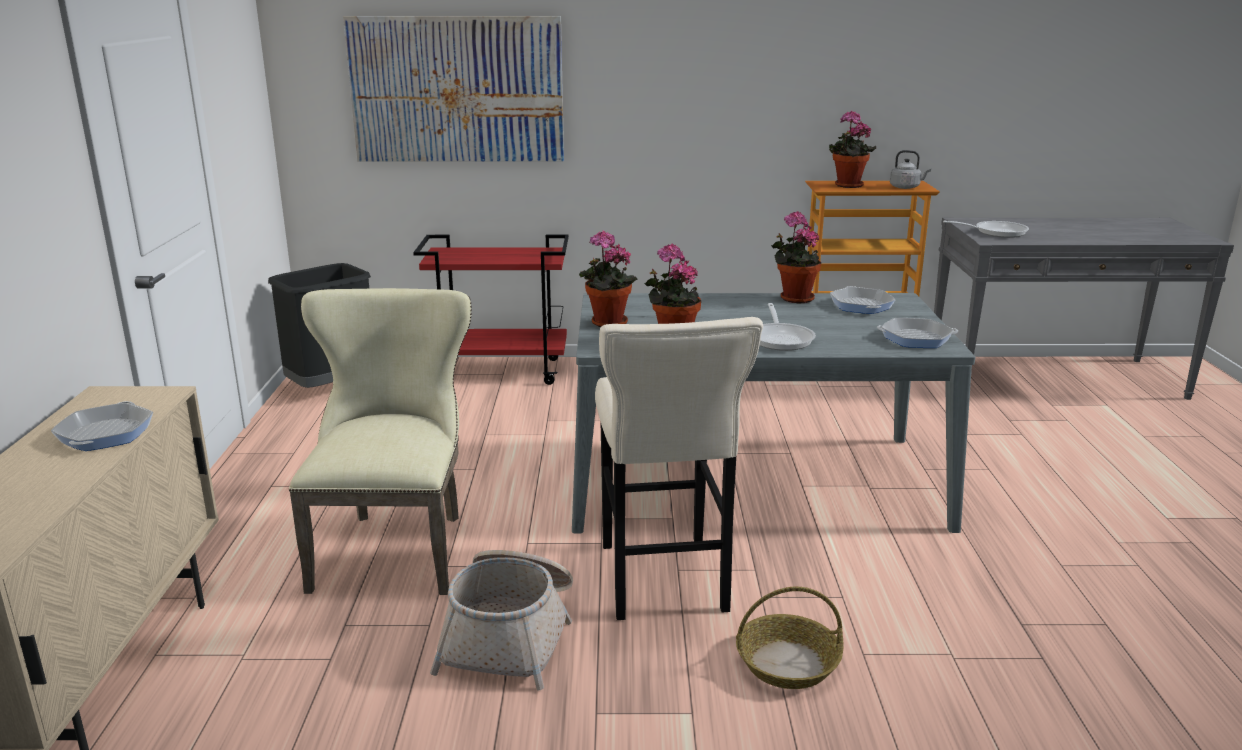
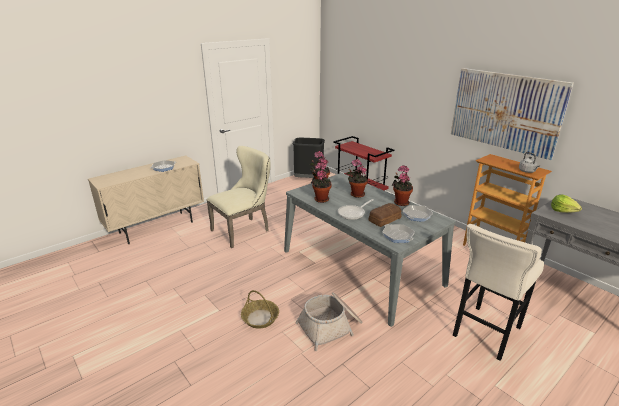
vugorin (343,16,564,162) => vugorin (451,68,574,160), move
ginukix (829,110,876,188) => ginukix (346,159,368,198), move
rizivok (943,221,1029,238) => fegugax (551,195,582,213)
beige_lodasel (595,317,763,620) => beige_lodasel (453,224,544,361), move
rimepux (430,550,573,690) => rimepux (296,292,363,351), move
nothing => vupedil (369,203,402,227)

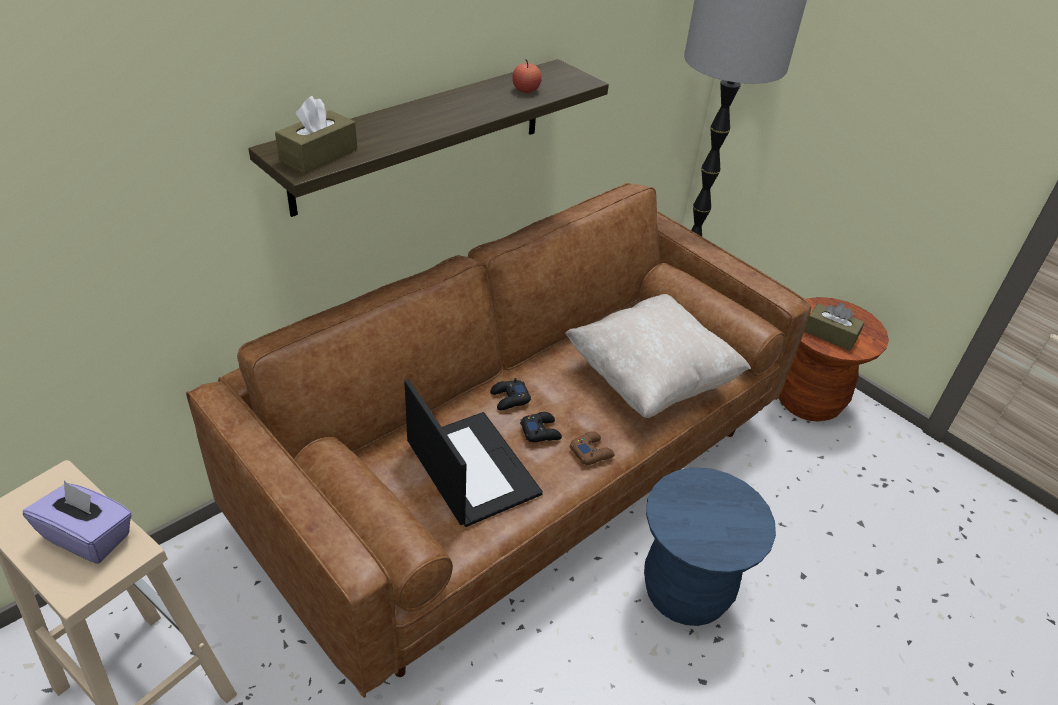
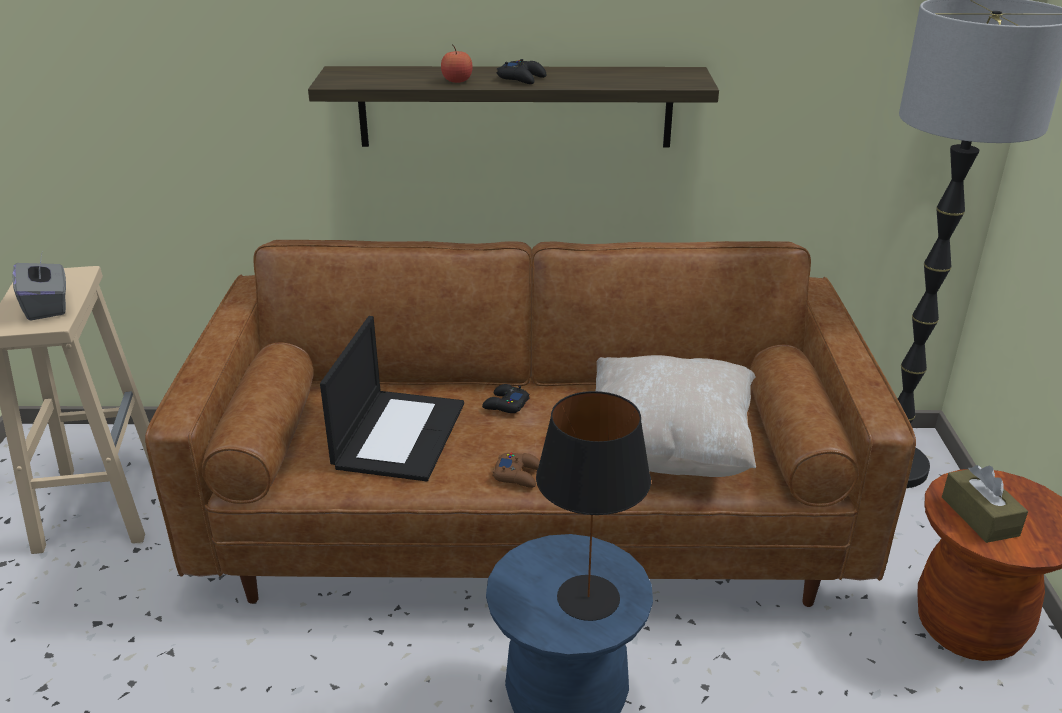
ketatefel (512,59,542,93) => ketatefel (441,44,473,83), move
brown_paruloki (275,96,357,174) => nothing
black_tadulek (520,412,562,442) => black_tadulek (497,59,546,84), move
purple_paruloki (23,481,132,564) => grey_paruloki (13,250,66,321)
nothing => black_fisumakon (536,391,651,621)

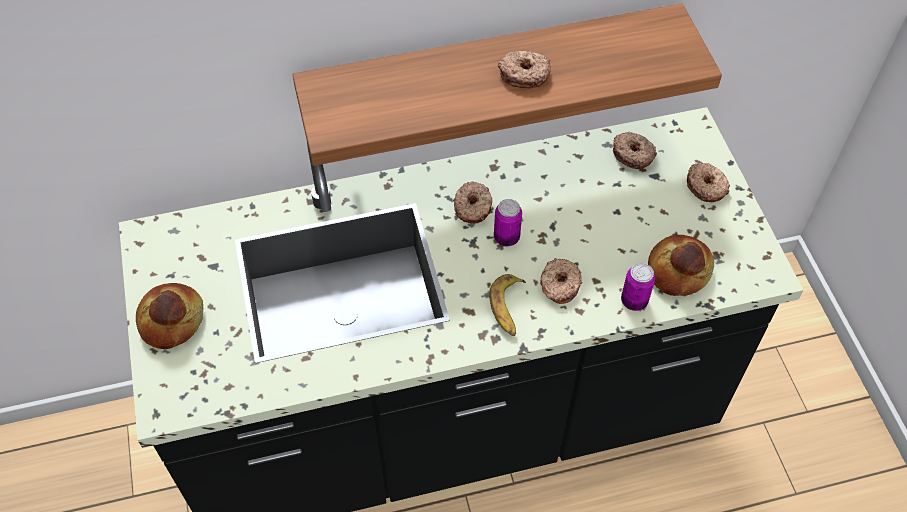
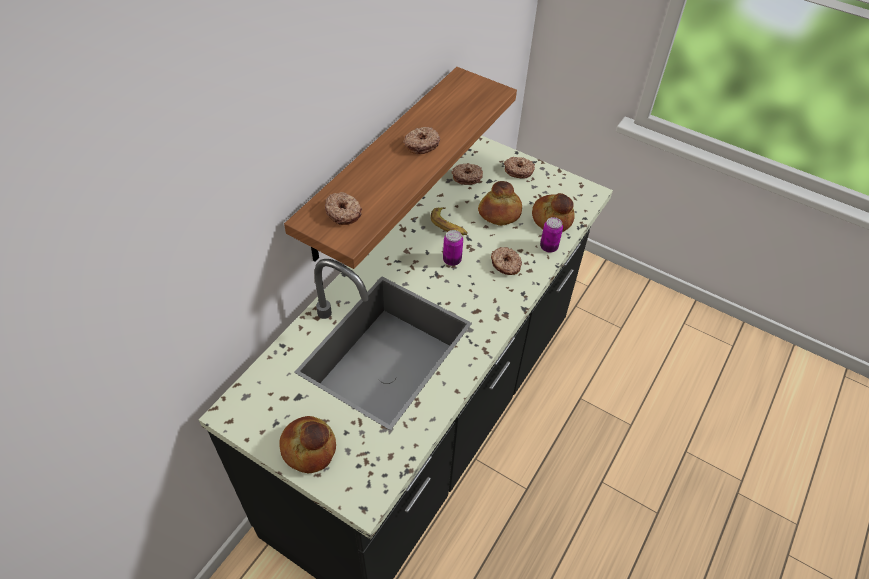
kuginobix (453,181,492,224) => kuginobix (325,192,362,225), move
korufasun (489,274,526,336) => korufasun (431,207,468,235), move
nothing => vupedil (478,181,522,226)

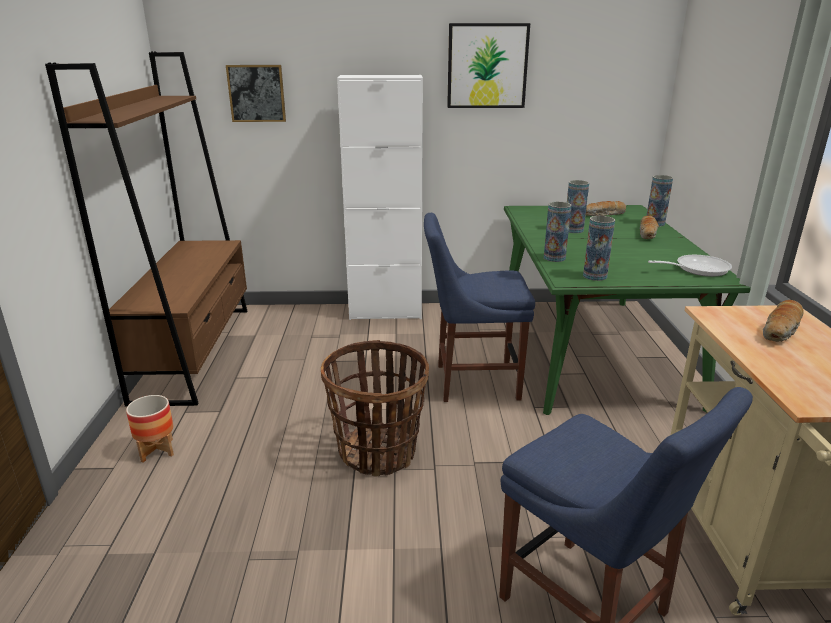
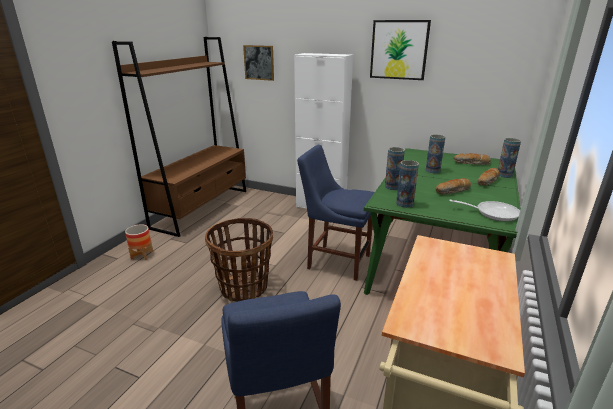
vupedil (763,300,804,342) => vupedil (435,178,471,195), move

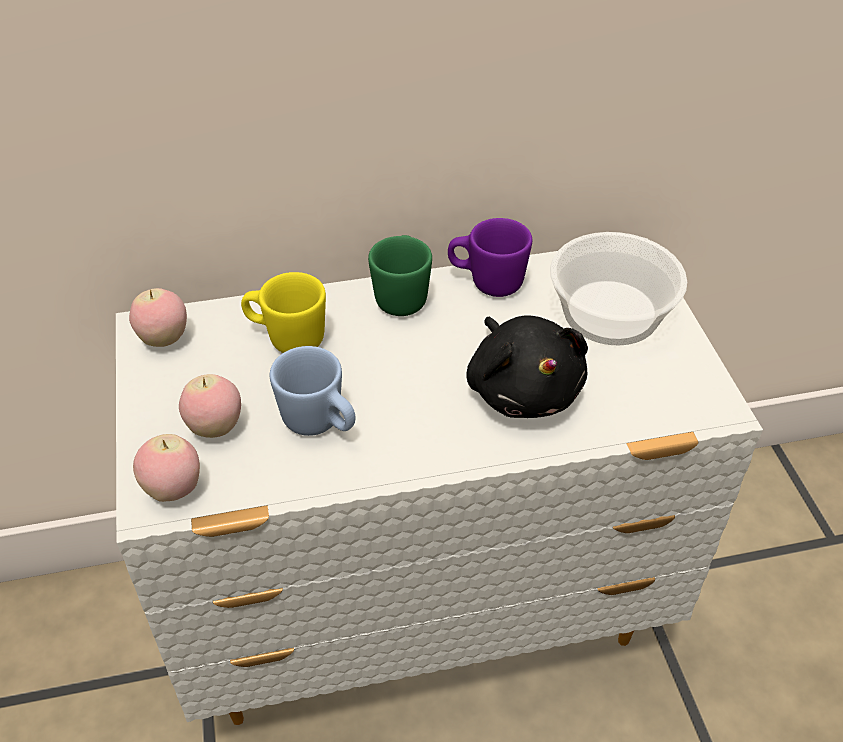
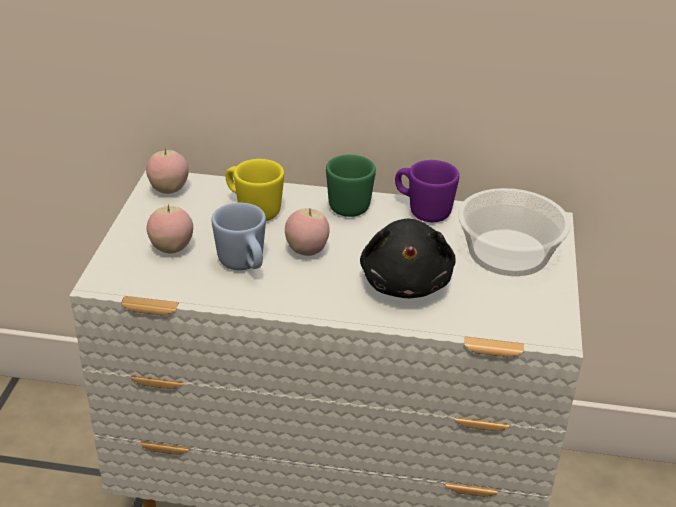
ketatefel (133,434,200,502) => ketatefel (285,208,330,256), move

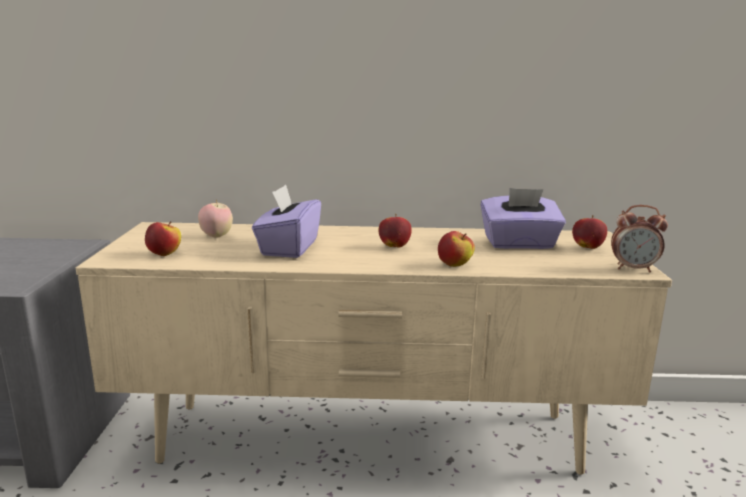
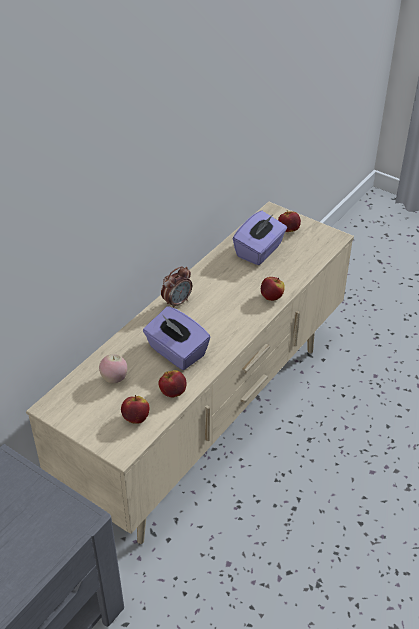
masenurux (611,205,668,272) => masenurux (161,266,192,308), move
ketatefel (378,214,412,247) => ketatefel (158,370,187,398), move

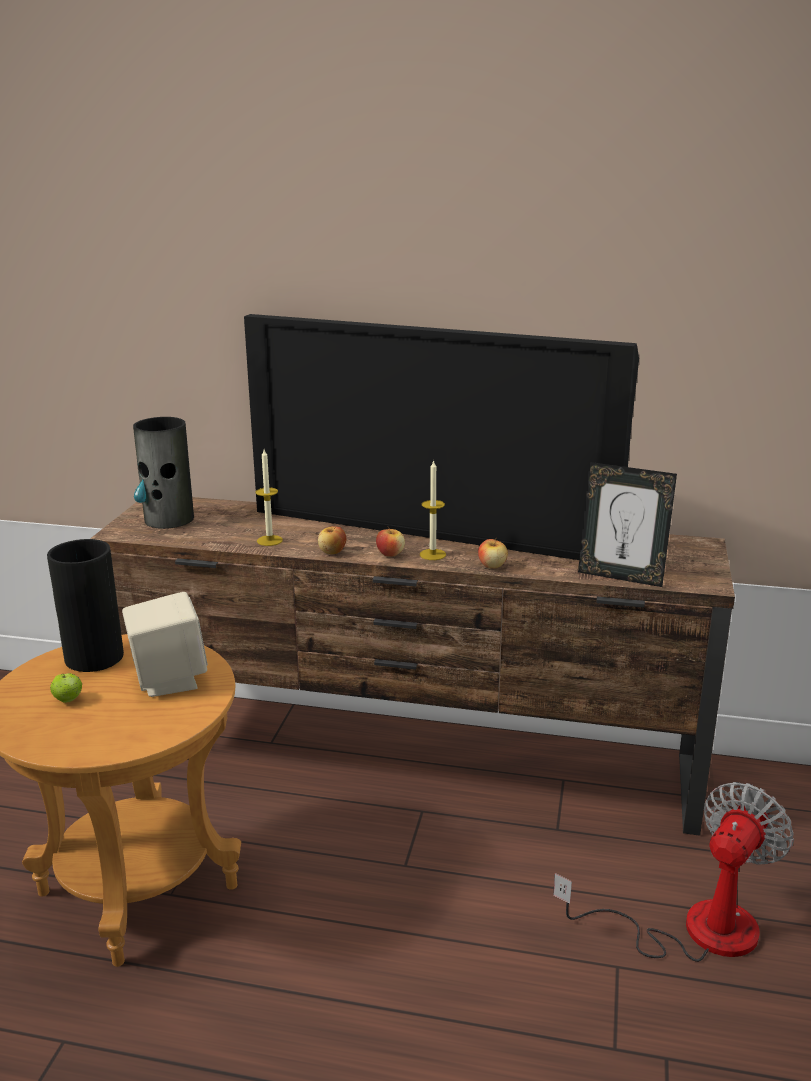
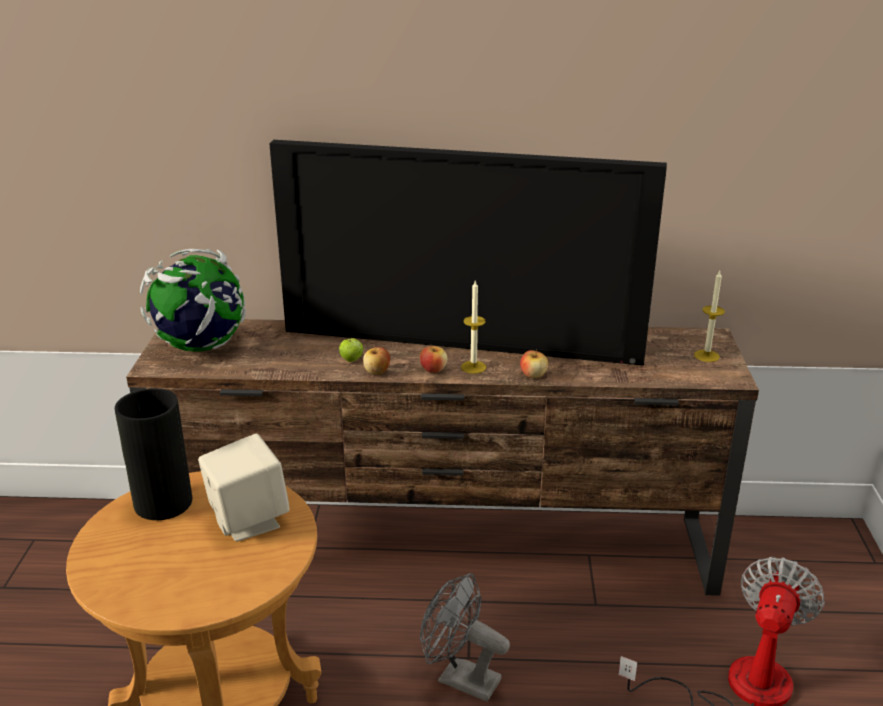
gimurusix (133,417,194,529) => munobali (140,249,246,352)
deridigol (255,450,283,546) => deridigol (694,271,725,362), move
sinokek (578,462,677,587) => nothing
ketatefel (50,673,82,703) => ketatefel (339,338,363,362), move
nothing => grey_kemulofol (420,573,510,702)

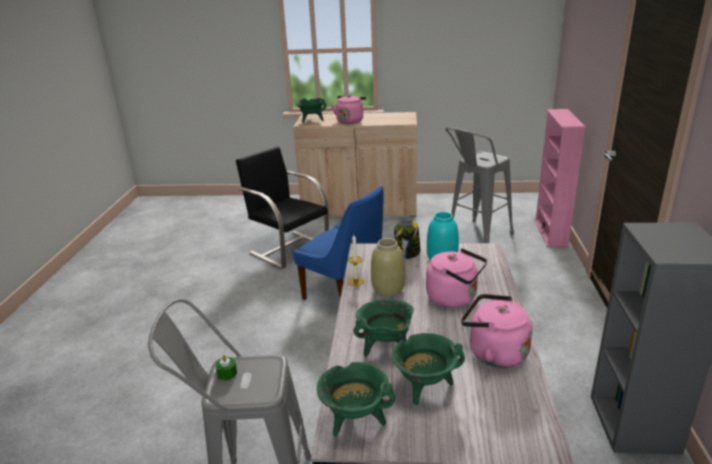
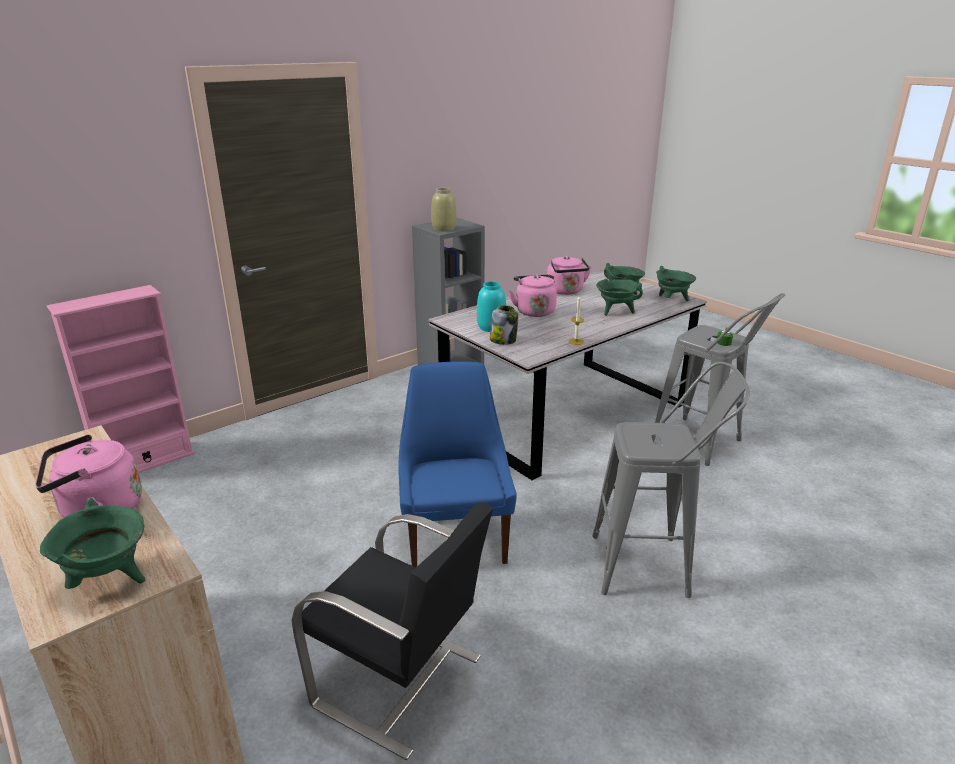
grey_lodasel (446,127,514,243) => grey_lodasel (592,362,750,598), move
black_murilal (236,146,329,269) => black_murilal (291,502,493,760), 60 degrees counterclockwise
beige_gimurusix (371,238,405,297) => beige_gimurusix (431,188,457,231), move

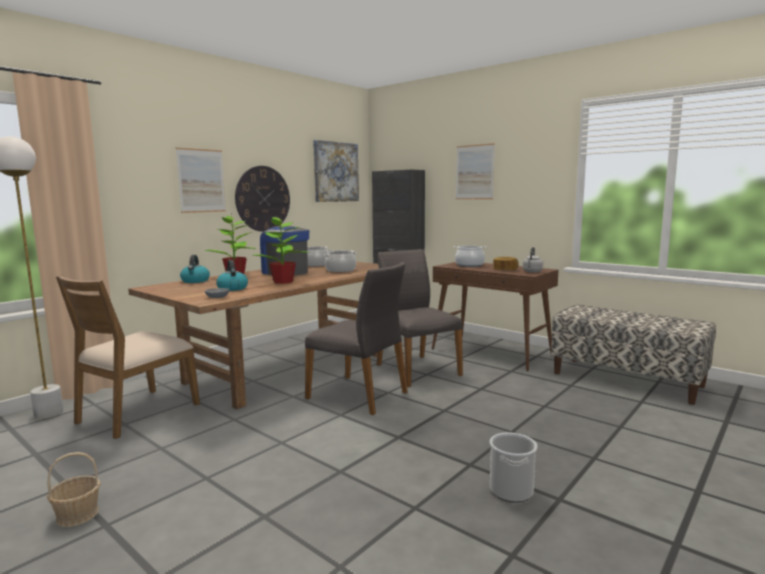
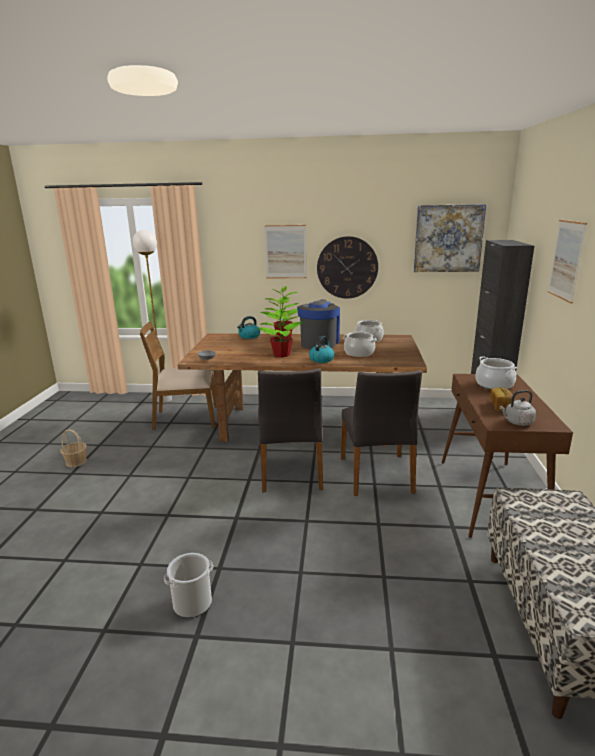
grey_murilal (377,249,463,387) => grey_murilal (341,370,422,496), 150 degrees clockwise
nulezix (216,260,248,291) => nulezix (309,336,335,363), move

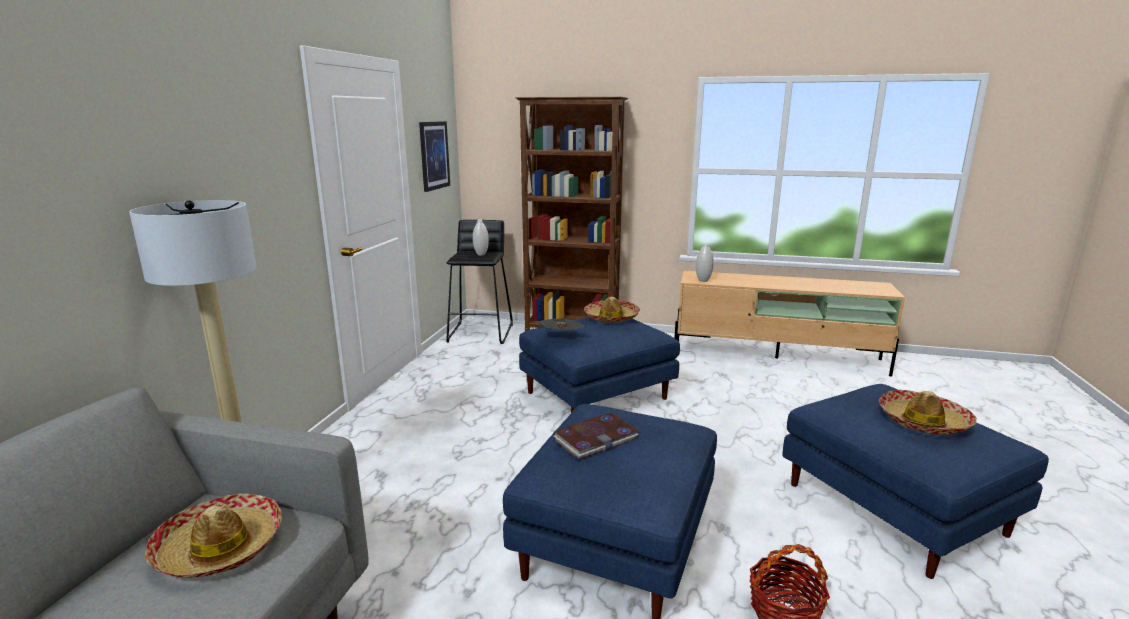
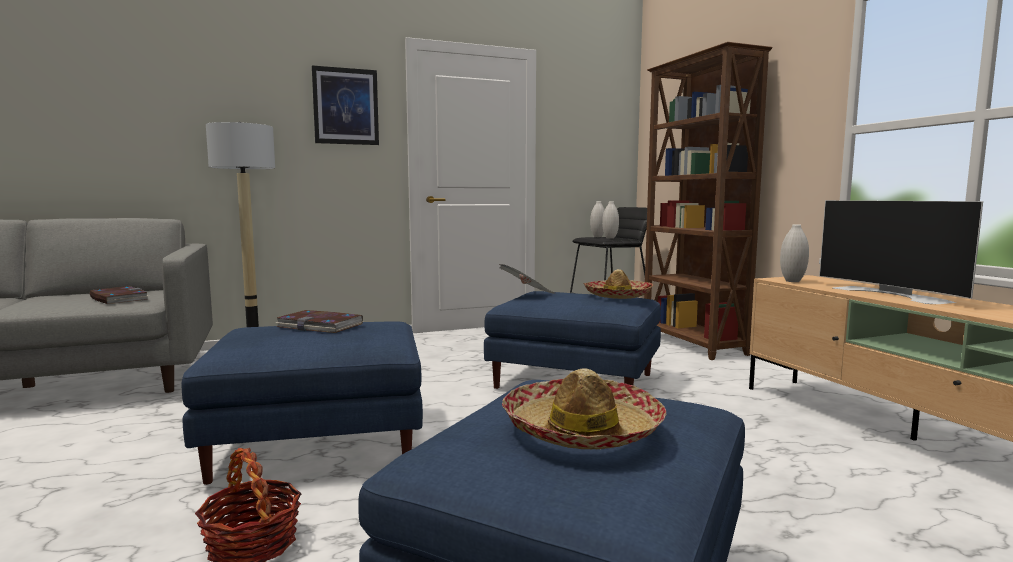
vugorin (419,121,450,192) => vugorin (312,65,379,145), move
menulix (144,494,282,578) => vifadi (90,286,149,304)
nothing => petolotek (819,200,983,304)
nothing => white_gimurusix (590,201,605,237)

